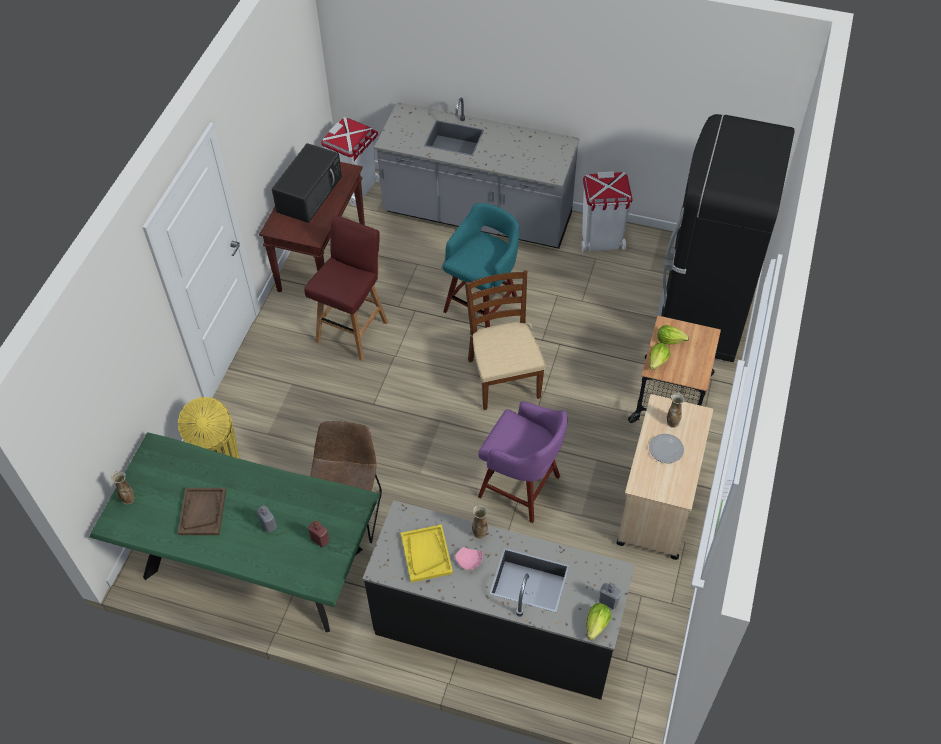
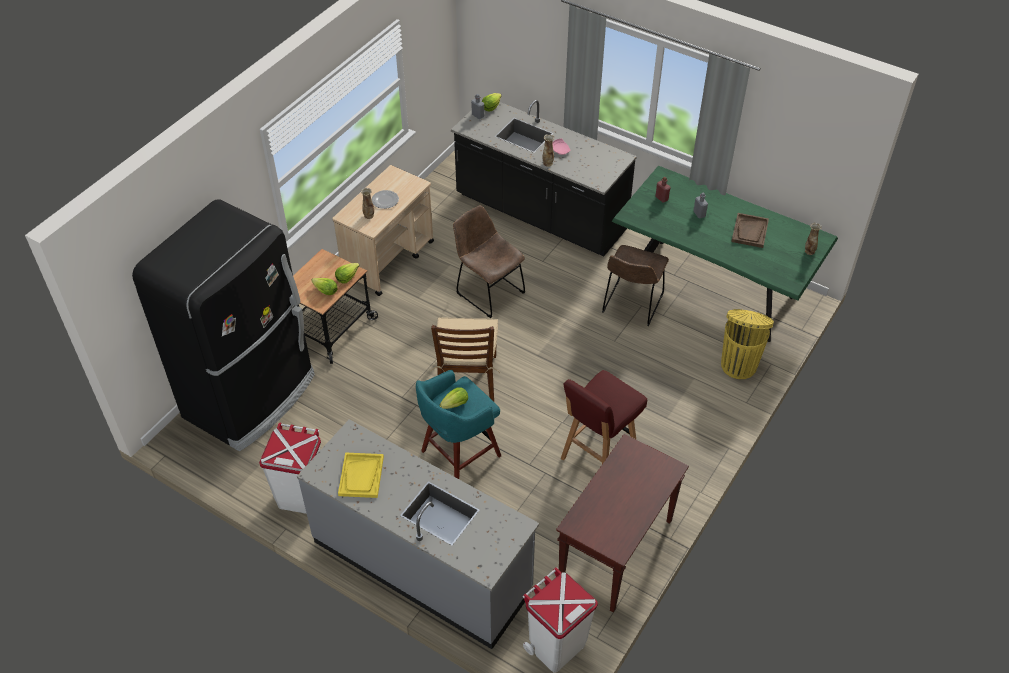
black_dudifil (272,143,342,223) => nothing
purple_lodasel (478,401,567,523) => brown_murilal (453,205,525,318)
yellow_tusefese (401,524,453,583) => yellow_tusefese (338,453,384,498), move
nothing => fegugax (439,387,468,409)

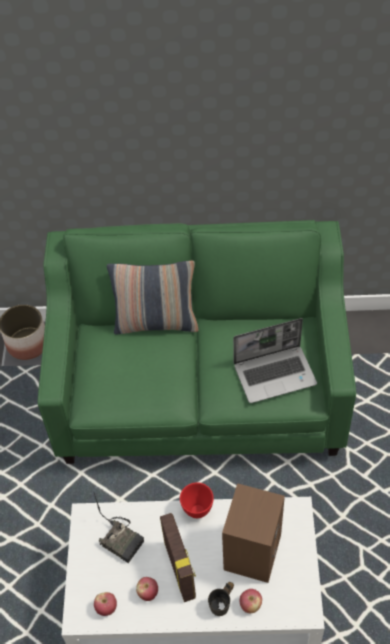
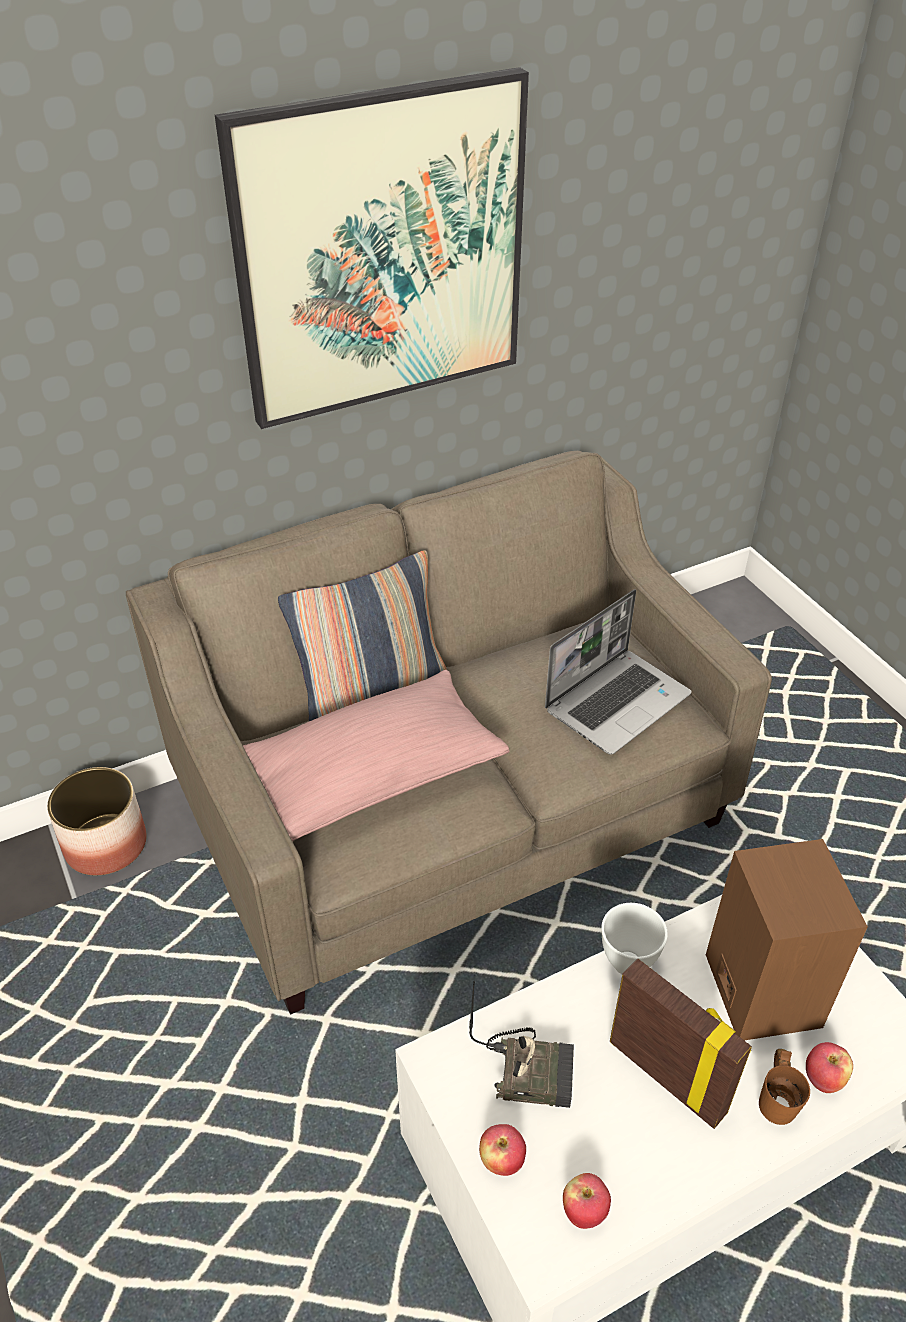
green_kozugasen (37,220,356,464) => beige_kozugasen (126,451,772,1015)
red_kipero (180,482,214,518) => white_kipero (601,903,668,974)
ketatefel (136,577,158,601) => ketatefel (479,1124,526,1176), move
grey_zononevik (208,582,234,616) => brown_zononevik (759,1049,810,1125)
nothing => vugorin (215,67,529,429)
nothing => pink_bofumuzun (243,670,509,841)

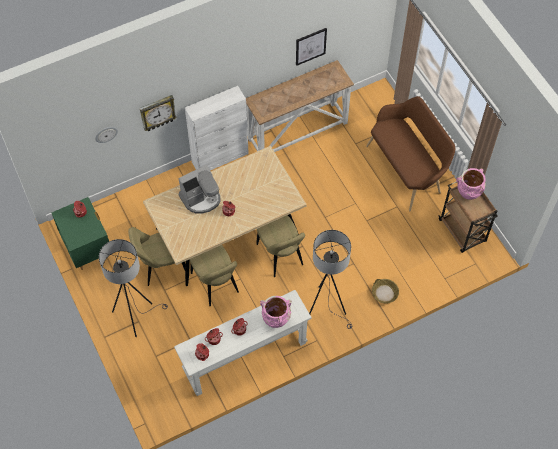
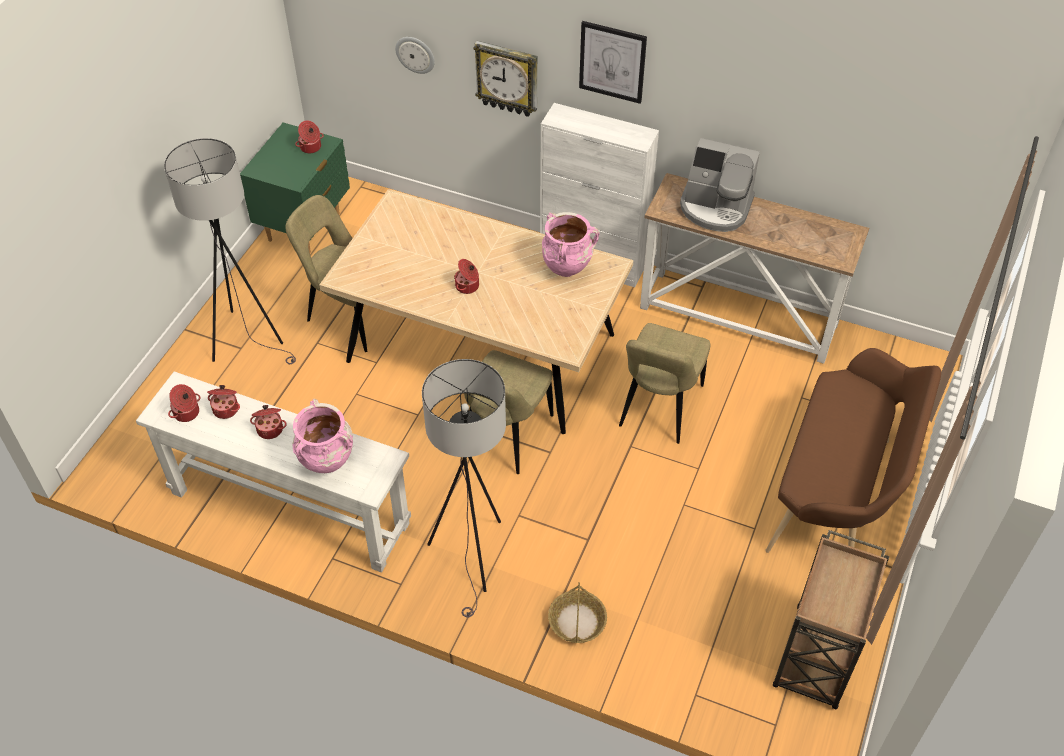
vugorin (296,28,327,66) => vugorin (579,21,647,104), move
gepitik (178,165,221,214) => gepitik (680,138,760,232), move
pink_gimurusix (456,168,486,200) => pink_gimurusix (542,212,600,277), move
beige_murilal (189,245,239,306) => beige_murilal (619,323,710,444), move

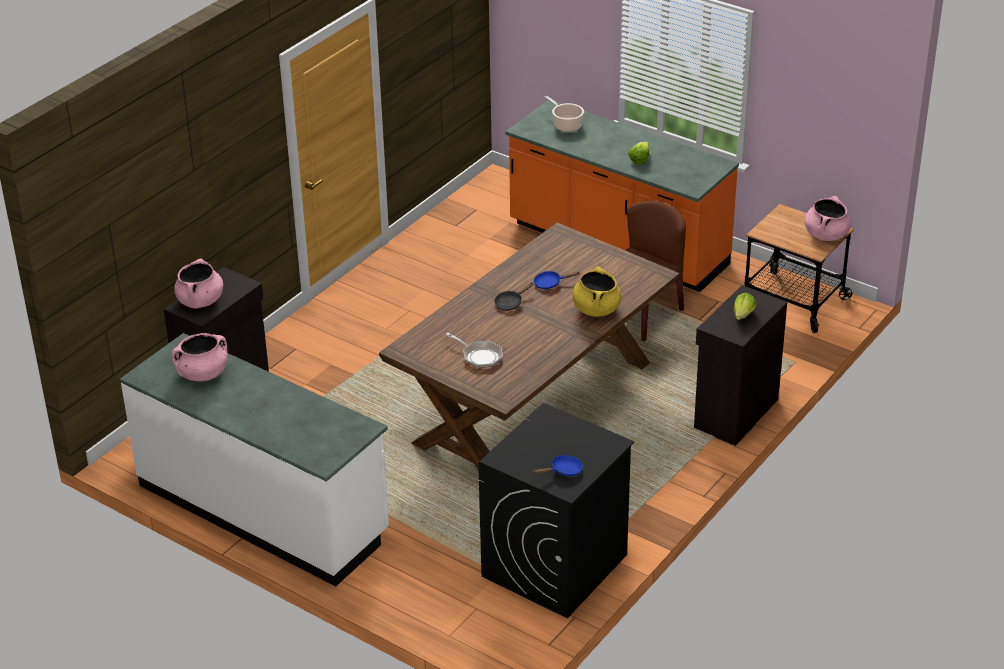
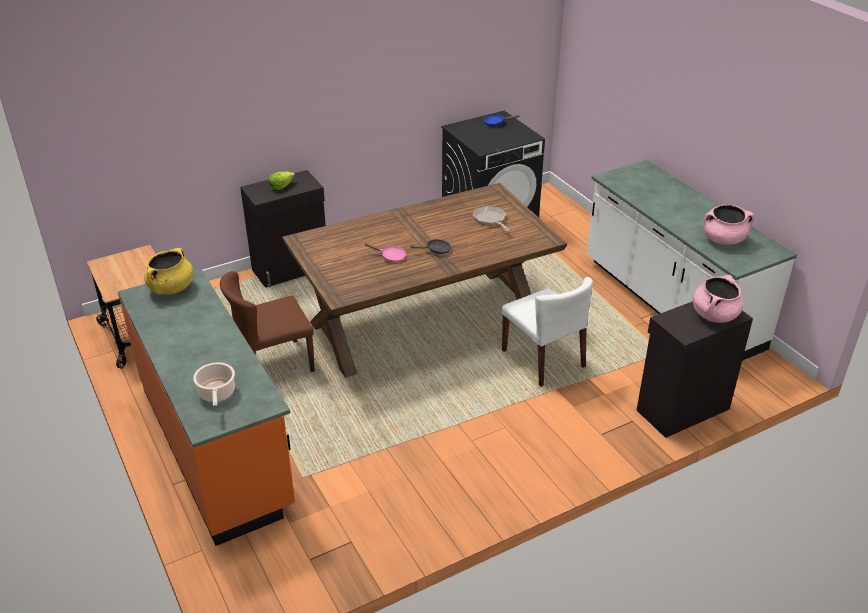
fegugax (628,142,649,164) => nothing
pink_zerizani (805,196,851,241) => nothing
yellow_zerizani (572,266,621,317) => yellow_zerizani (144,248,193,294), move
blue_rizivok (534,271,581,289) => pink_rizivok (365,243,406,262)
nothing => white_murilal (501,277,593,387)

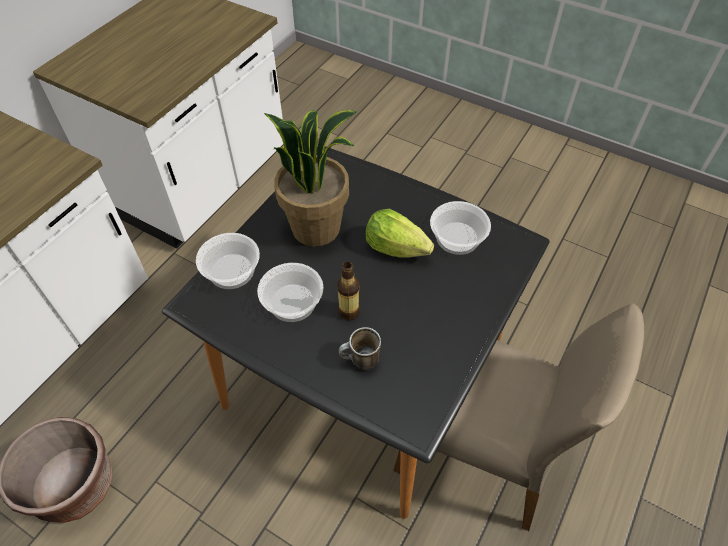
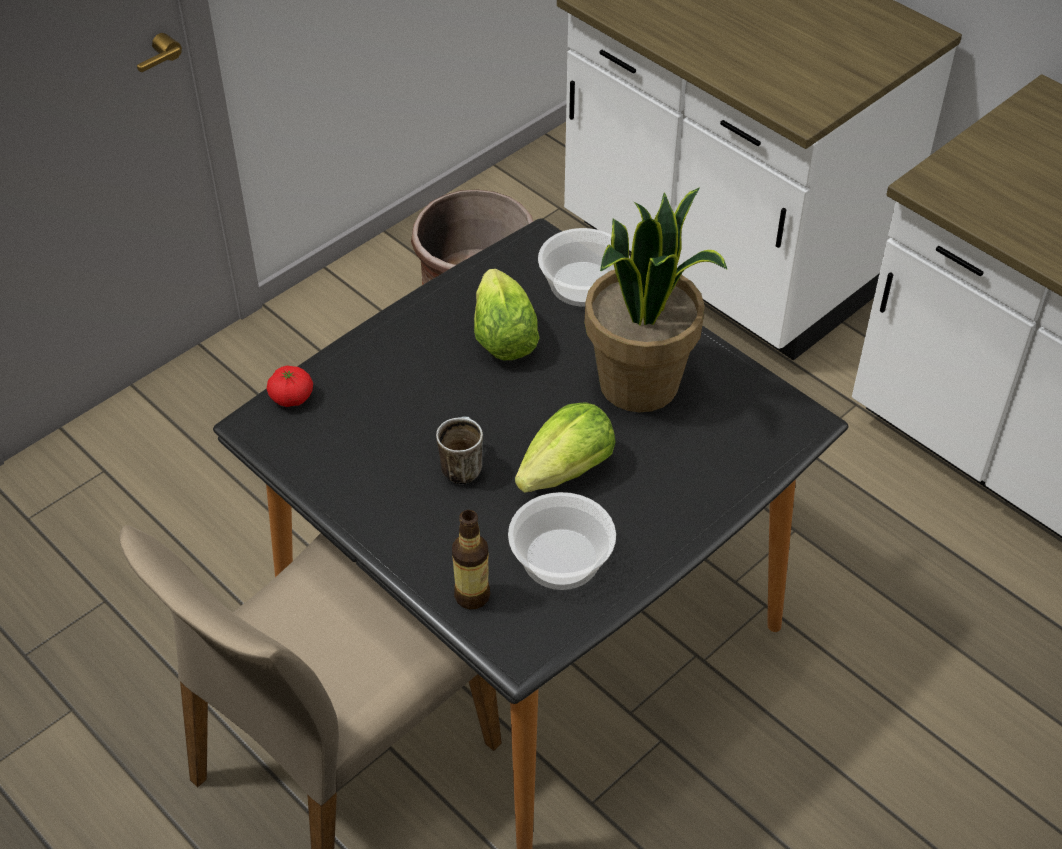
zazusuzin (337,262,360,321) => zazusuzin (452,510,490,609), move
kipero (257,263,323,322) => fegugax (474,269,540,361)
zononevik (339,327,381,370) => zononevik (436,417,483,485), move
nothing => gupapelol (267,366,313,407)

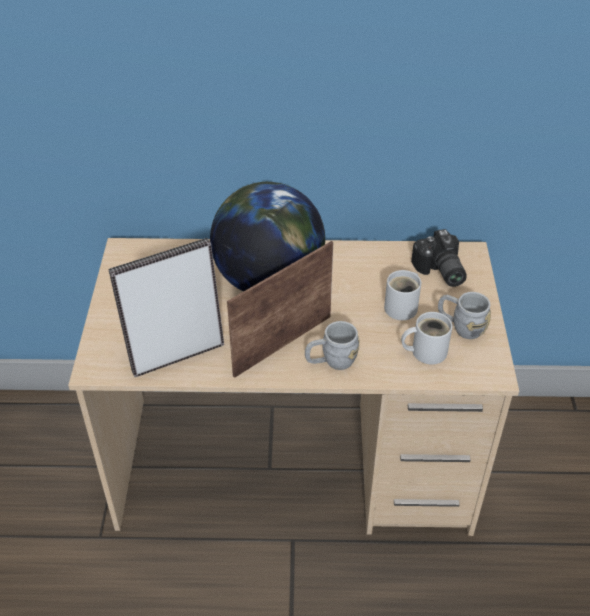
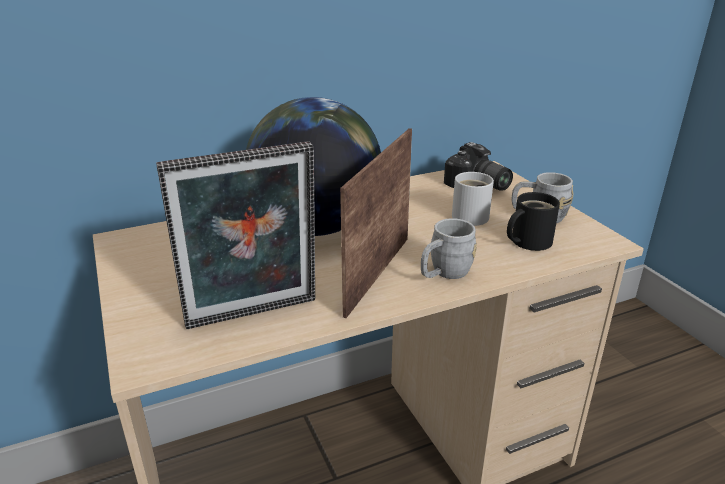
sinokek (109,238,224,377) => sinokek (156,141,315,329), 150 degrees counterclockwise
white_zononevik (401,312,452,365) => black_zononevik (507,192,560,251)

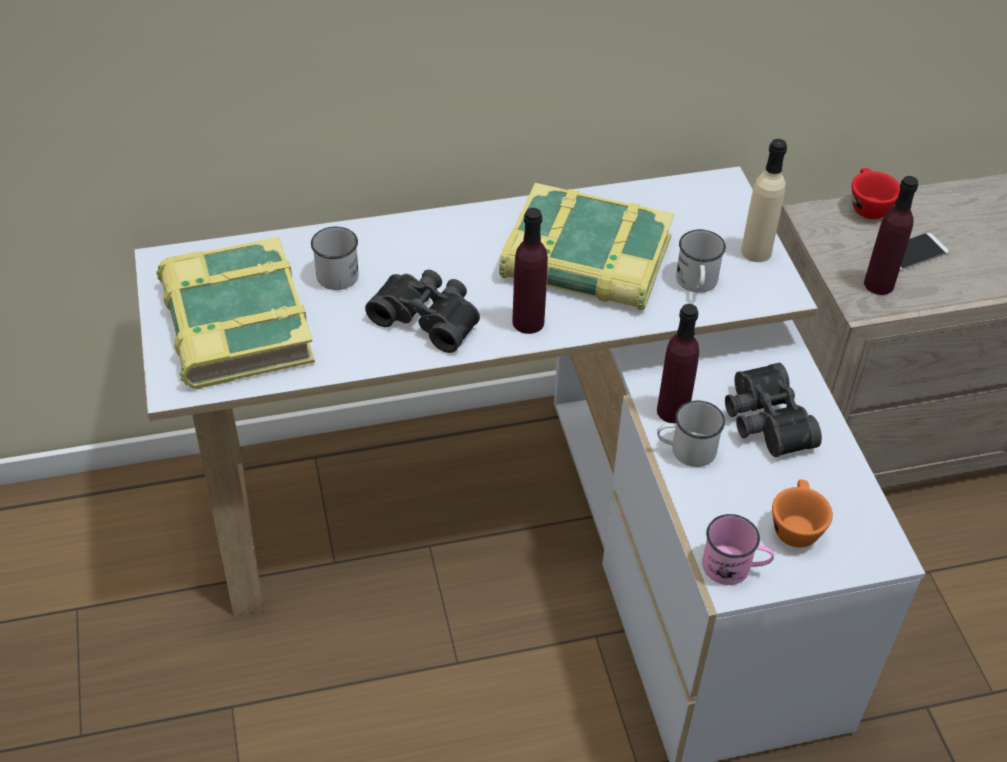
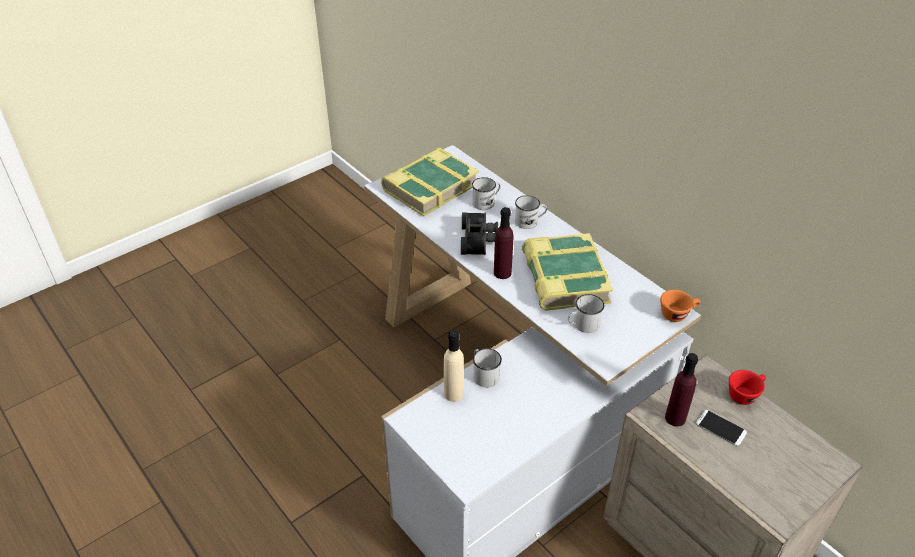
beige_zazusuzin (741,139,787,262) => beige_zazusuzin (444,330,464,402), move
purple_zazusuzin (657,304,699,423) => nothing
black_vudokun (725,363,822,457) => nothing
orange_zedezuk (772,479,833,548) => orange_zedezuk (660,290,700,322), move
pink_zononevik (702,514,774,585) => nothing
nothing => white_zononevik (515,195,547,229)

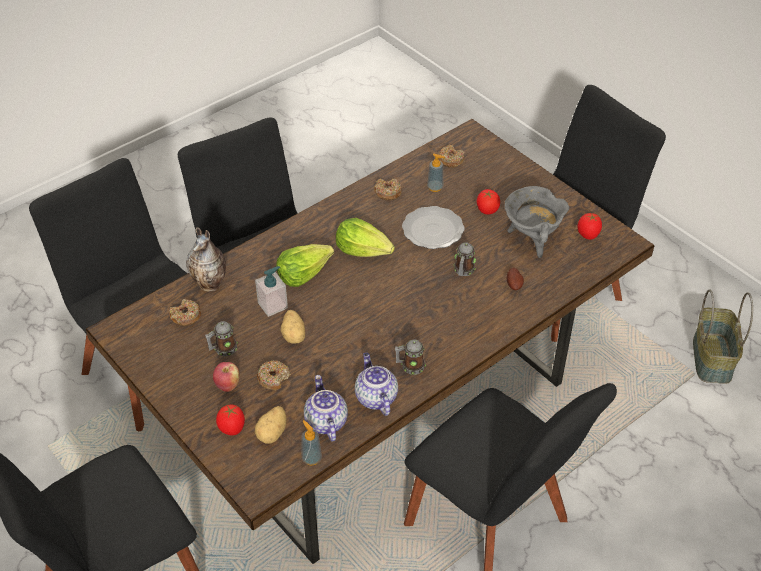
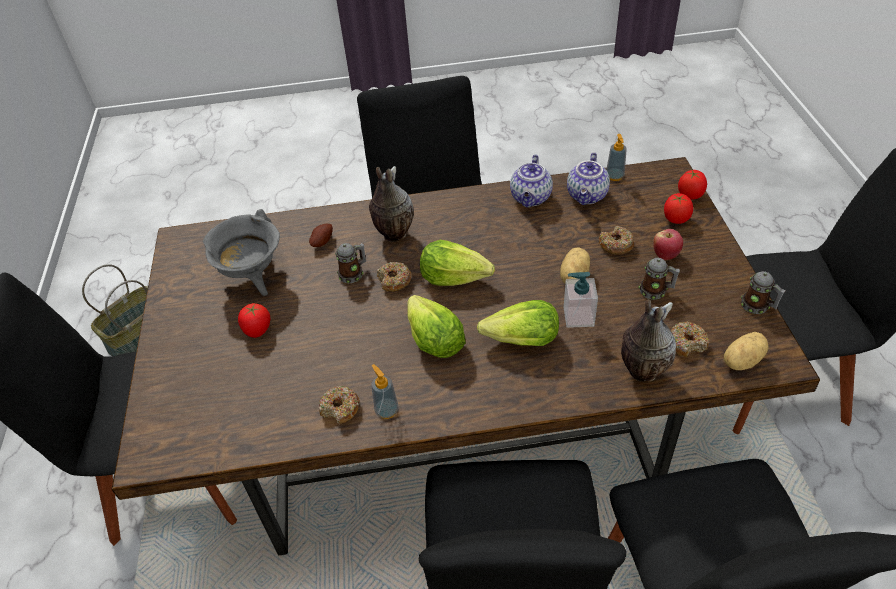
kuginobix (438,145,464,168) => kuginobix (377,262,412,292), move
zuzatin (427,154,445,192) => zuzatin (371,364,398,419), move
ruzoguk (402,206,465,249) => nothing
gupapelol (577,213,602,240) => gupapelol (678,169,707,200), move
zononevik (395,339,426,375) => zononevik (741,271,786,314), move
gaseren (255,406,287,444) => gaseren (724,332,769,370), move
nothing => gimurusix (369,166,414,242)
nothing => fegugax (420,240,495,286)

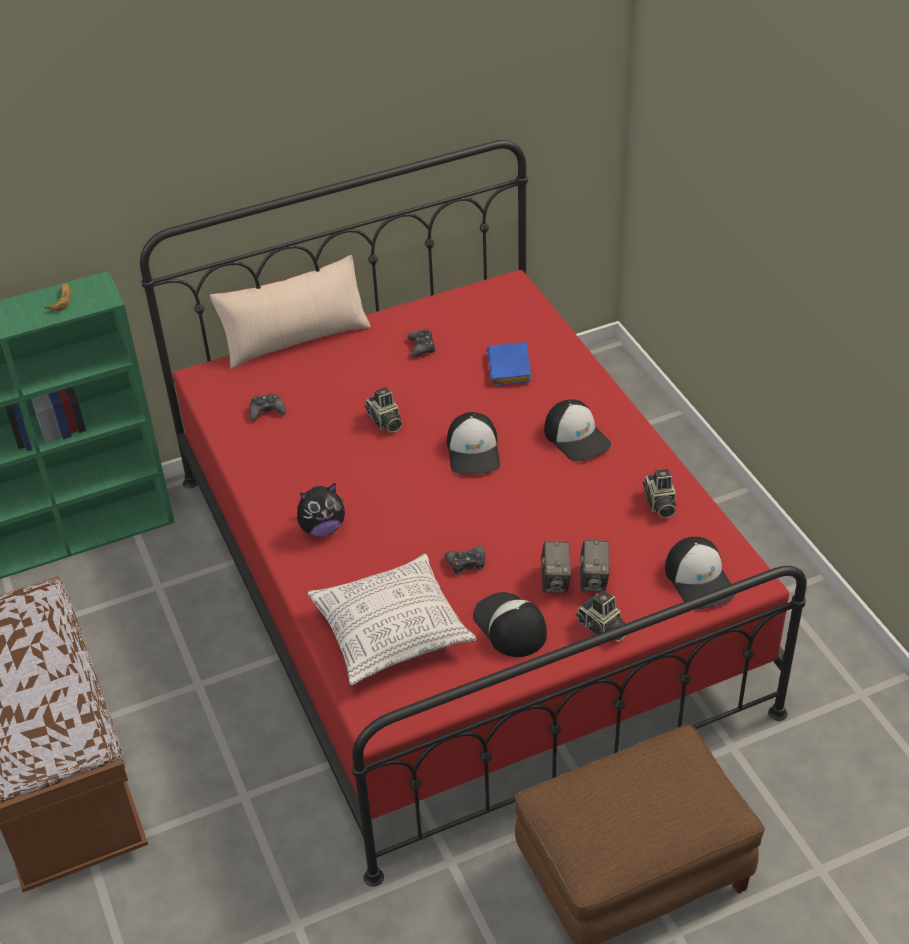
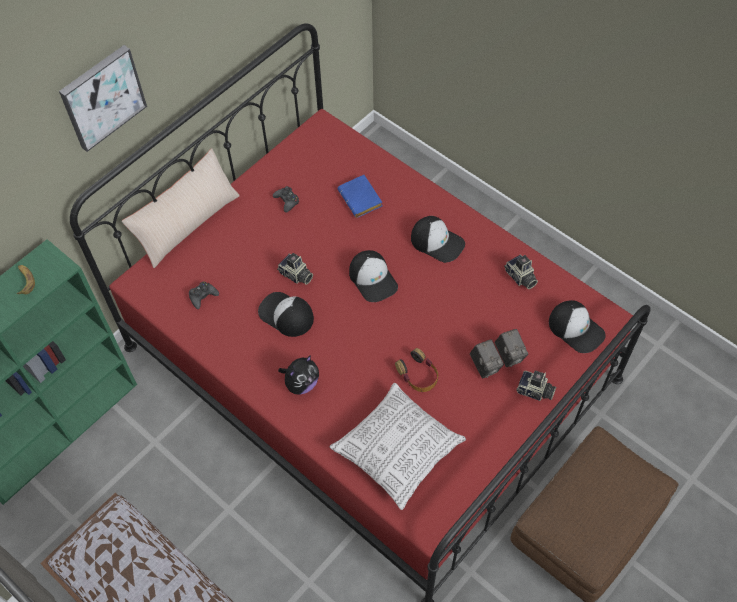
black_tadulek (444,546,485,575) => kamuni (395,348,438,392)
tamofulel (473,592,547,657) => tamofulel (258,292,314,337), move
nothing => vugorin (59,45,147,152)

